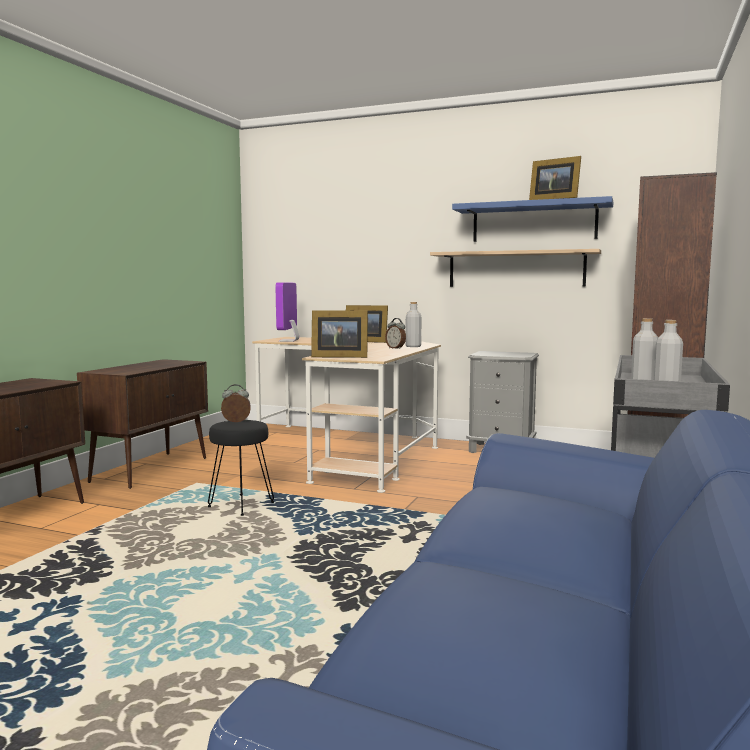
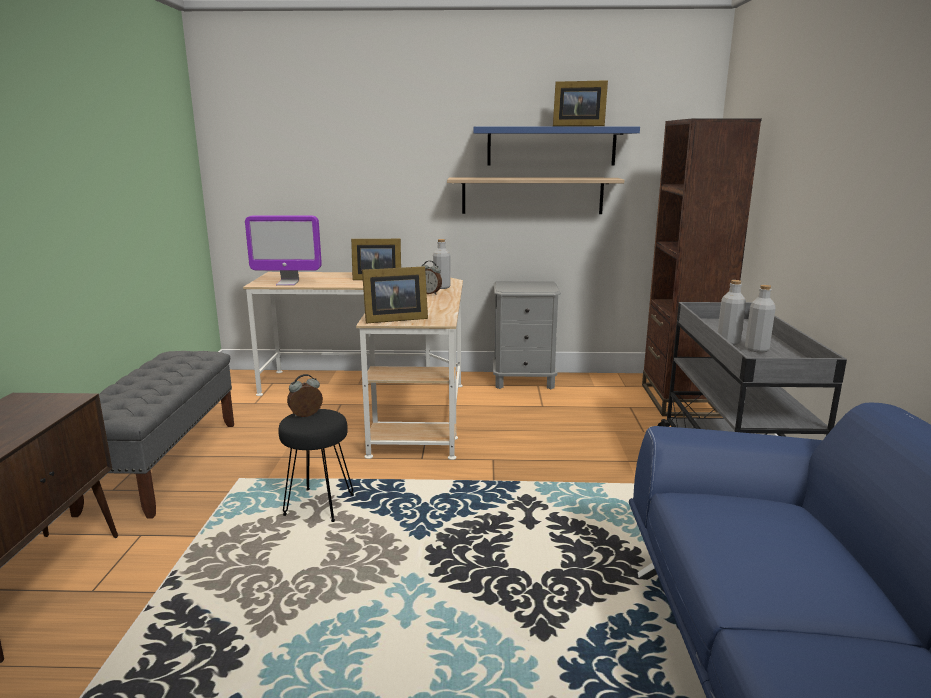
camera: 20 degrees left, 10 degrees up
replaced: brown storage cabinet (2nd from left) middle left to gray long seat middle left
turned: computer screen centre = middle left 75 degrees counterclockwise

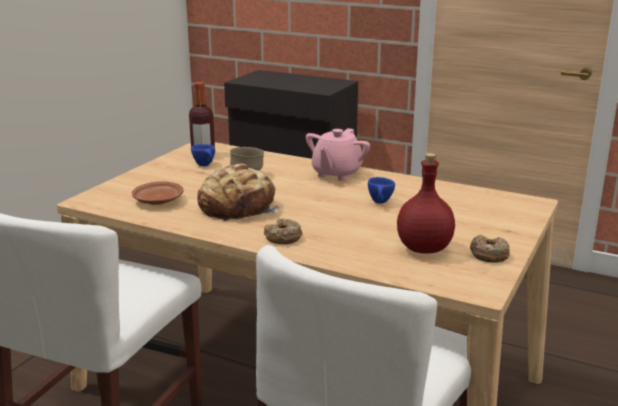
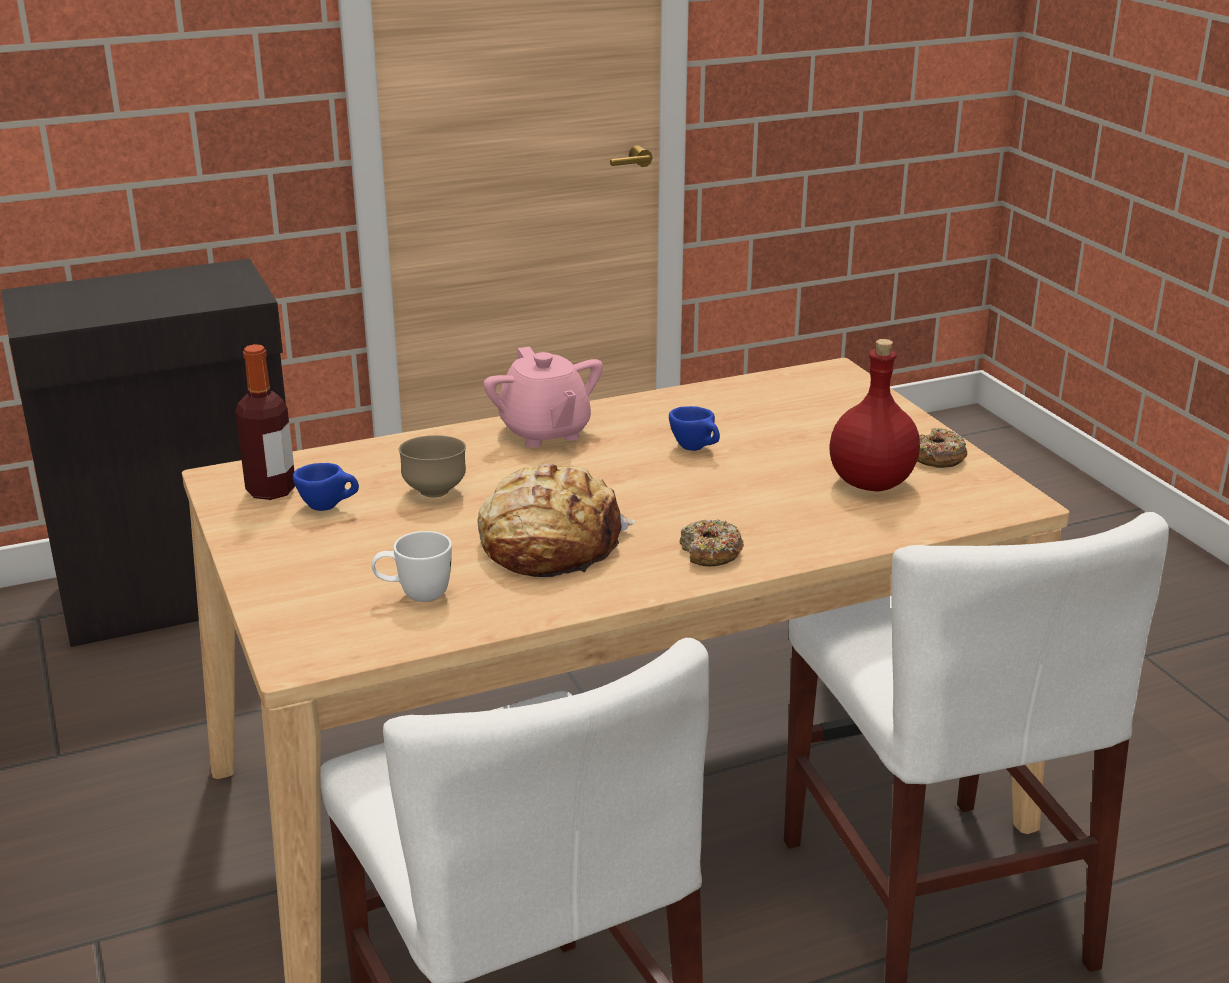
camera: 50 degrees left, 5 degrees up
replaced: brown dinner plate middle left to whitish mug centre

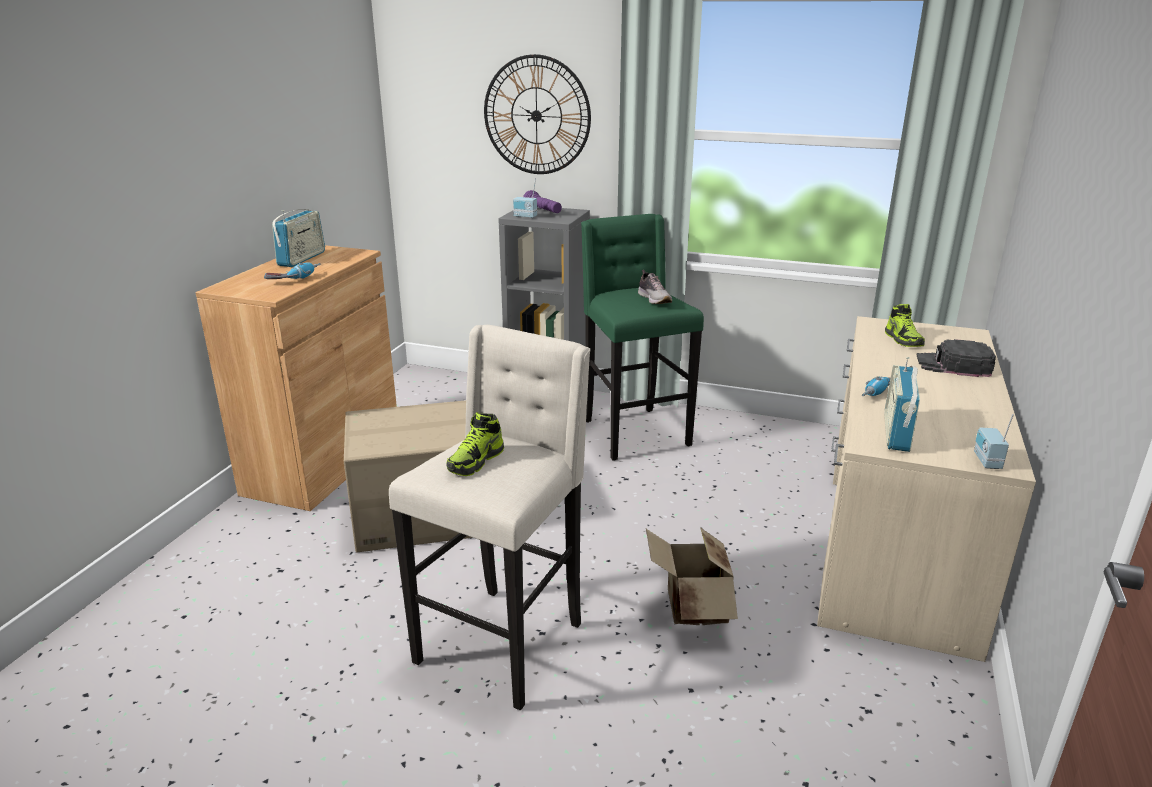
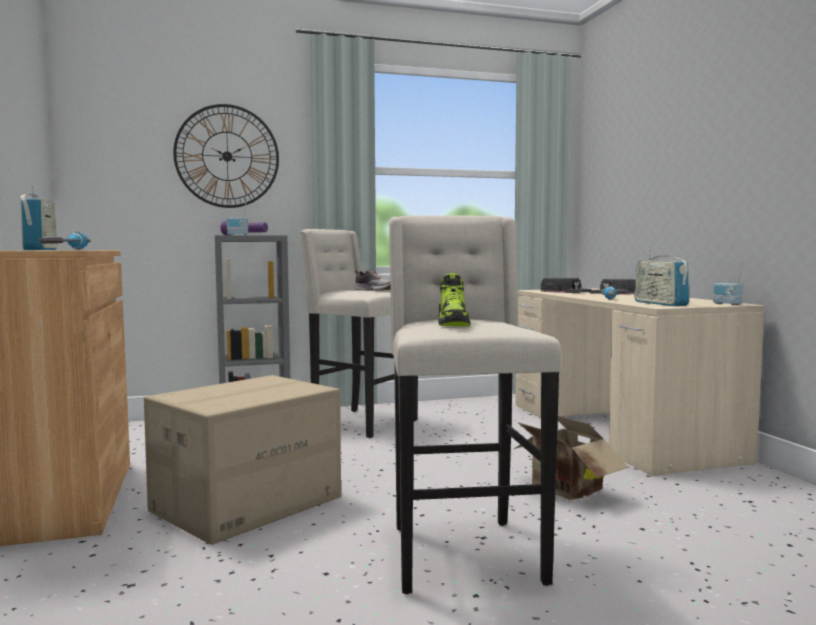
camera: 35 degrees left, 20 degrees down
replaced: item of footwear (3rd from left) middle right to blackish peaked cap (1st from left) middle right
recoloured: green sitting stool centre to sand-coloured sitting stool (1st from left) centre

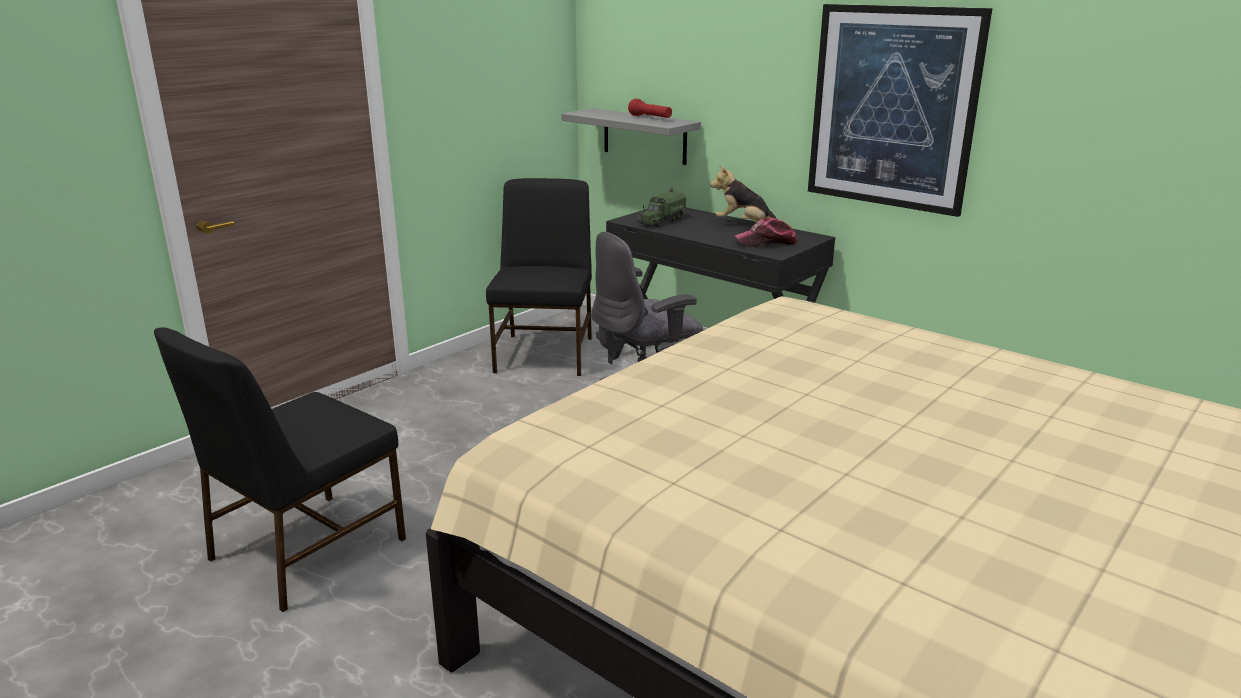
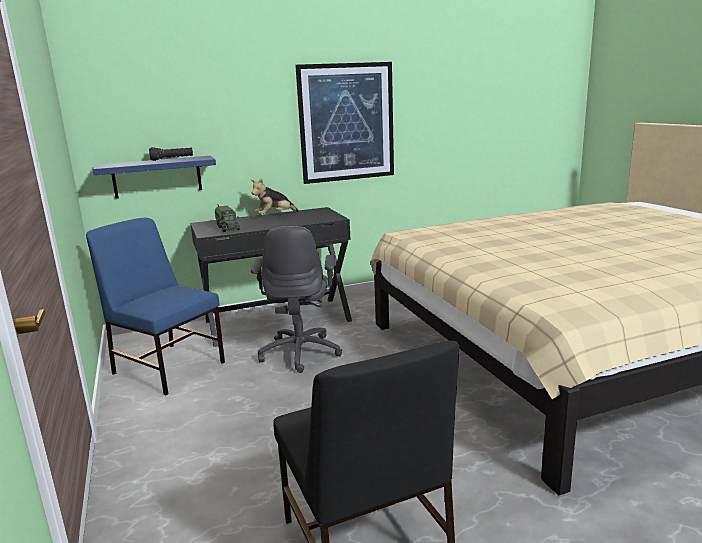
camera: 60 degrees left, 5 degrees down
removed: peaked cap top centre
recoloured: blackish chair (2nd from left) centre to blue chair middle left; gray wall shelf top centre to blue wall shelf top left; red-coloured flashlight top centre to blackish flashlight top left

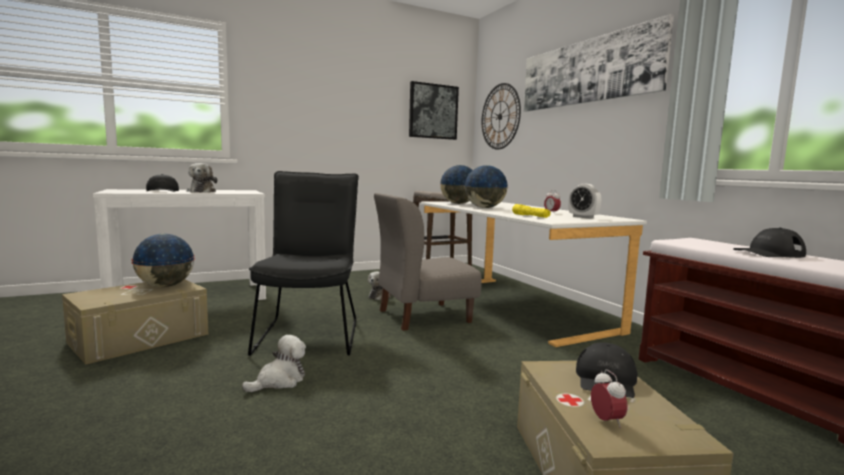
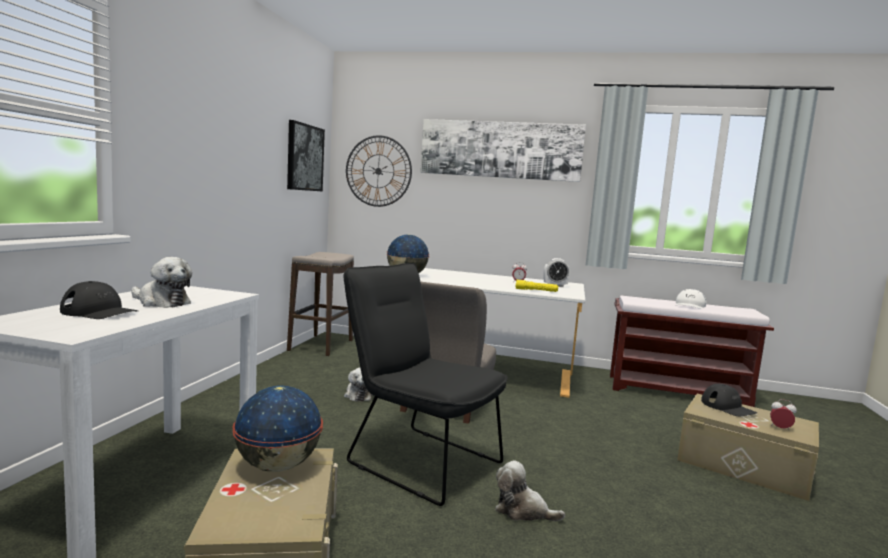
camera: 50 degrees left, 0 degrees up
removed: desk globe (3rd from left) centre
recoloured: blackish peaked cap (3rd from left) middle right to whitish peaked cap middle right
turned: cuddly toy (2nd from left in the first image) bottom left = bottom centre 60 degrees counterclockwise

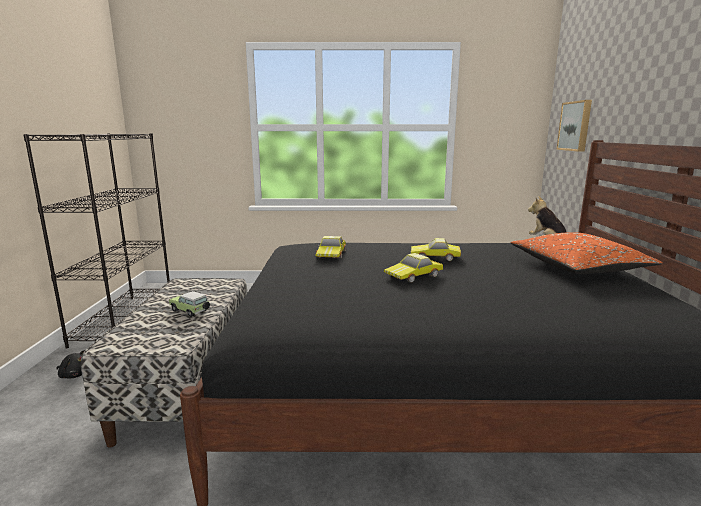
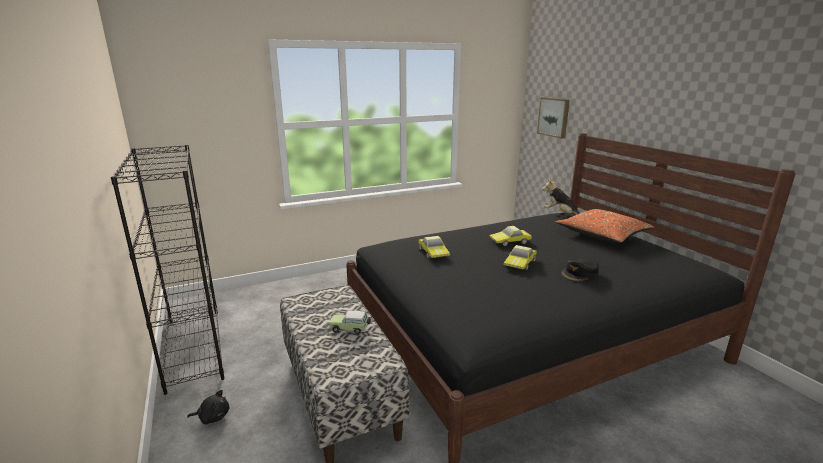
camera: 25 degrees left, 5 degrees up
added: blackish peaked cap middle right

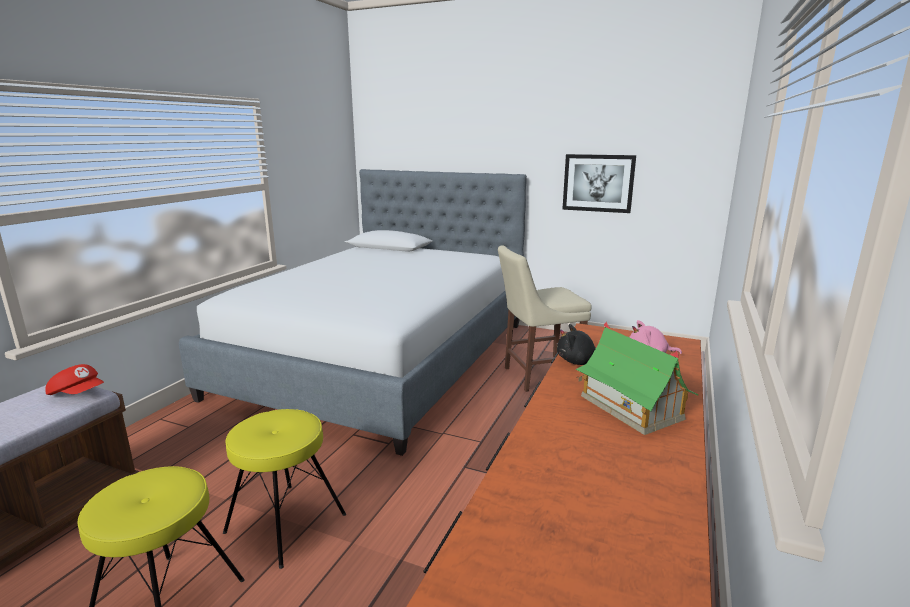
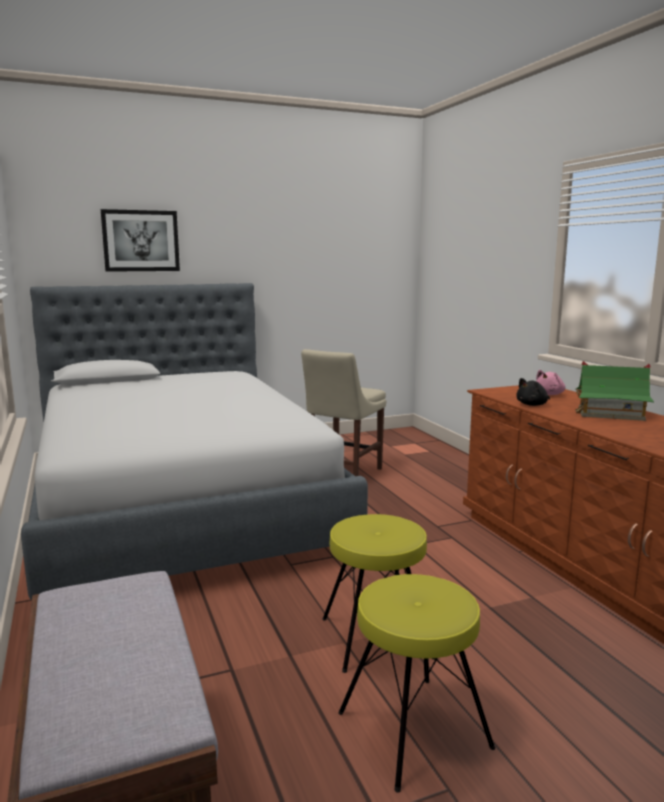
camera: 45 degrees left, 5 degrees down
removed: red-coloured peaked cap middle left
moved: wall picture top centre to top left

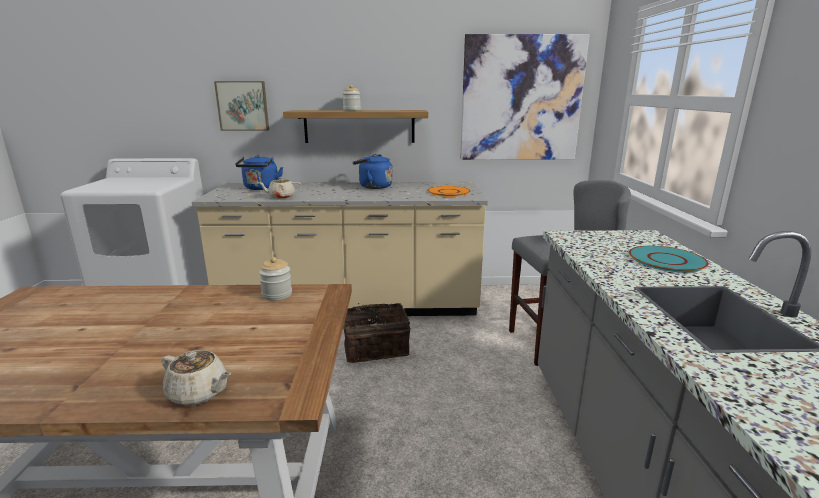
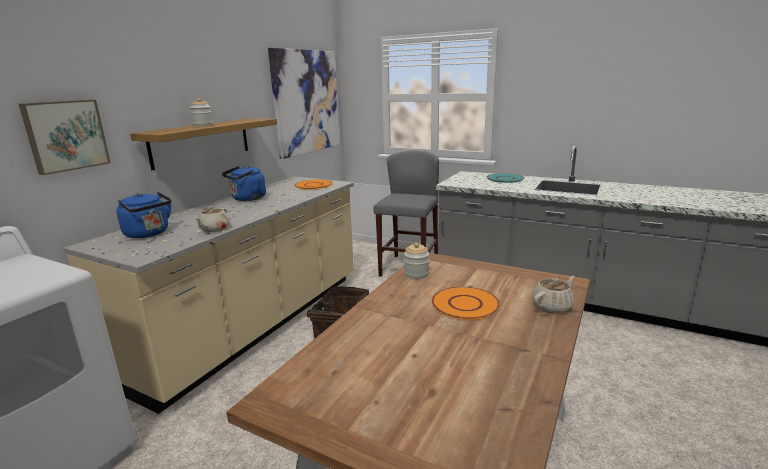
camera: 60 degrees left, 0 degrees up
added: orange-coloured dinner plate (2nd from left) centre

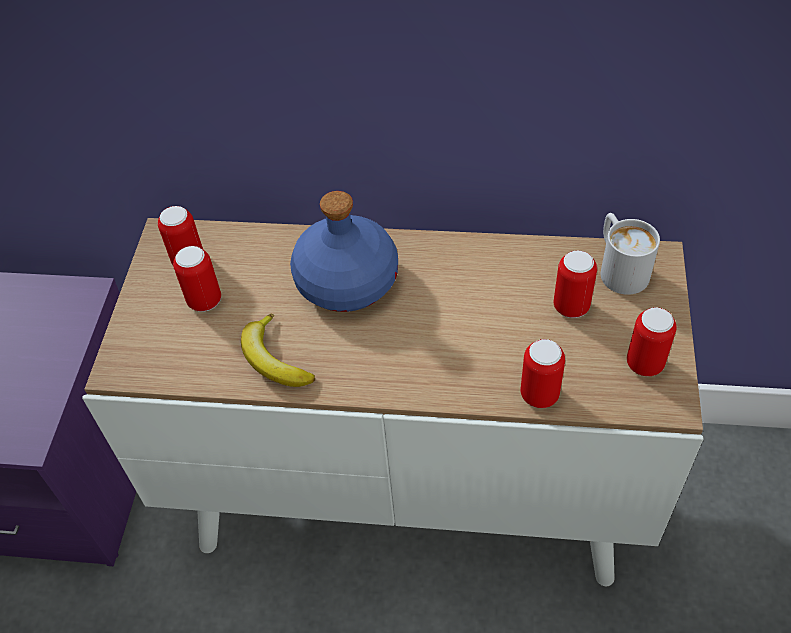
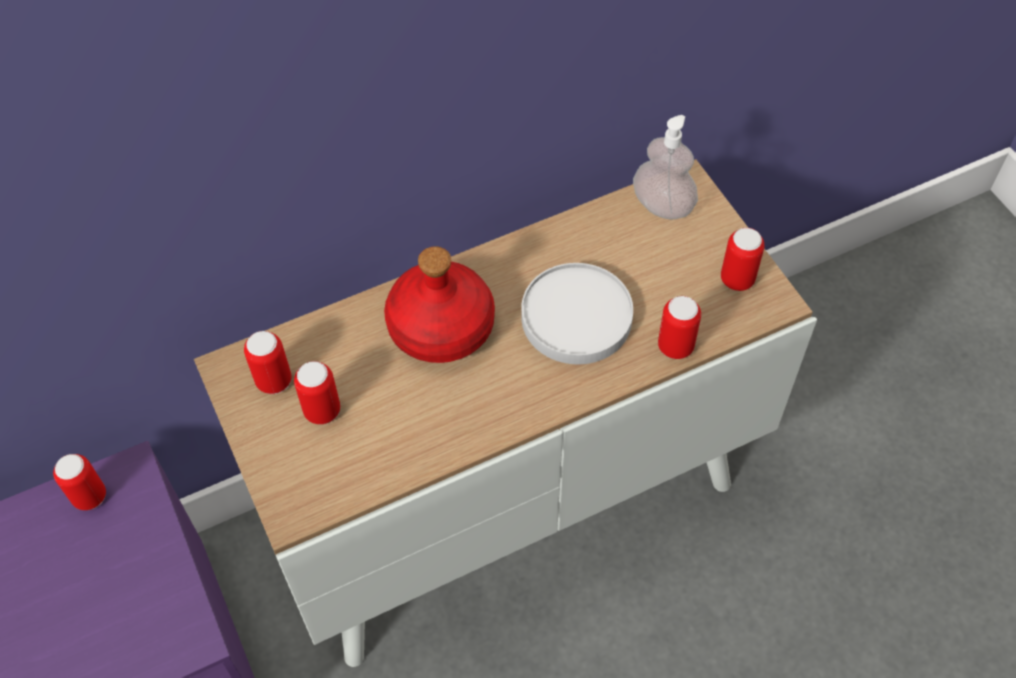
camera: 35 degrees left, 5 degrees up
removed: banana fruit centre
added: whitish dinner plate centre
moved: sealed can (4th from left in the first image) middle right to sealed can (1st from left) bottom left
replaced: whitish mug middle right to soap bottle top centre
recoloured: blue bottle centre to red-coloured bottle centre

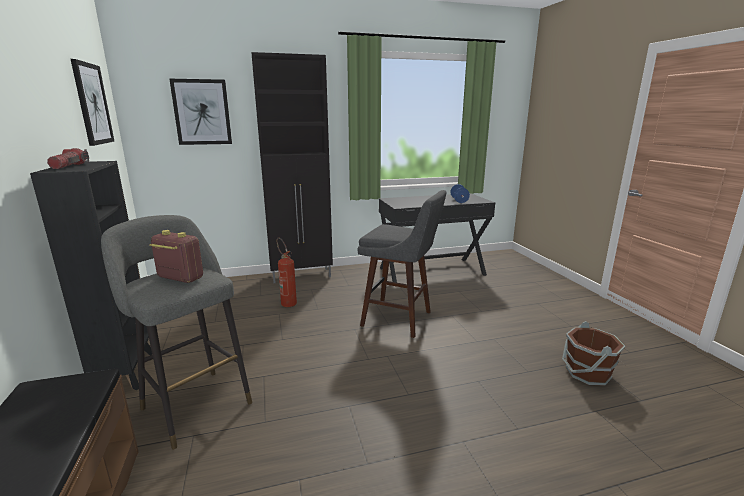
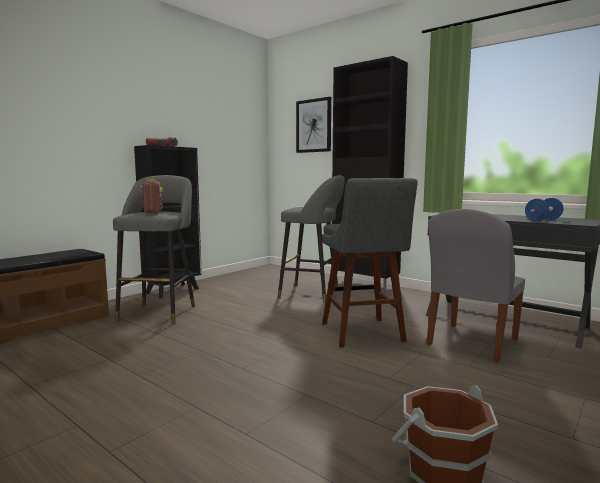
camera: 55 degrees right, 10 degrees down
removed: wall picture (1st from left) top left
added: gray chair middle right
replaced: extinguisher centre to gray sitting stool (2nd from left) centre

